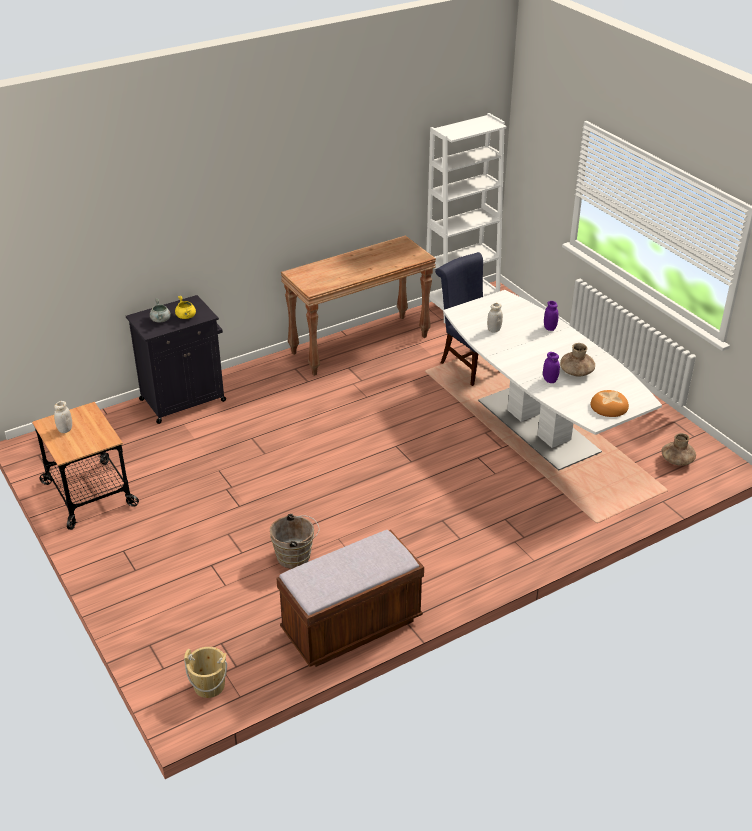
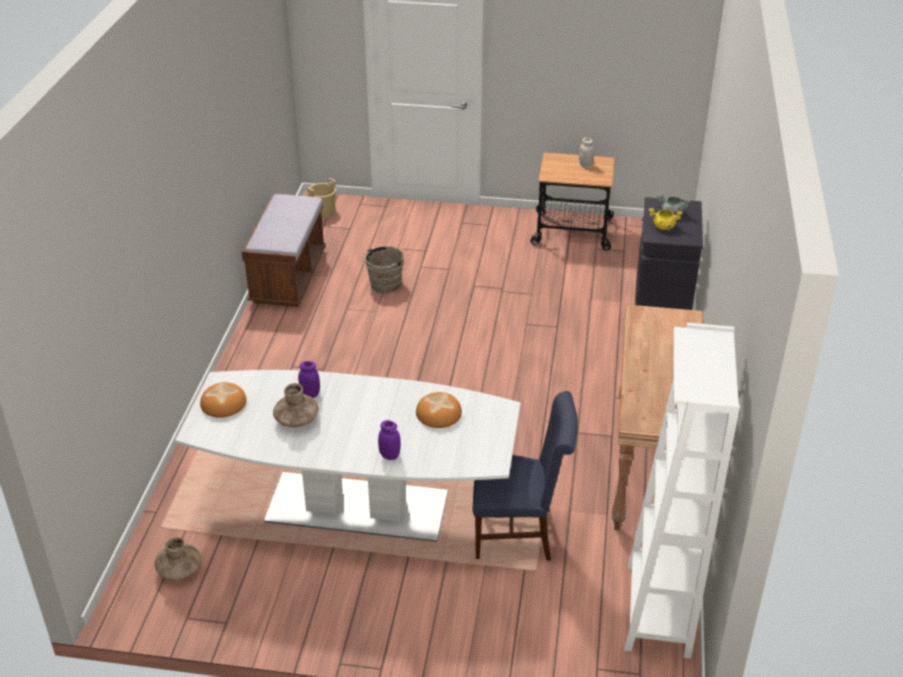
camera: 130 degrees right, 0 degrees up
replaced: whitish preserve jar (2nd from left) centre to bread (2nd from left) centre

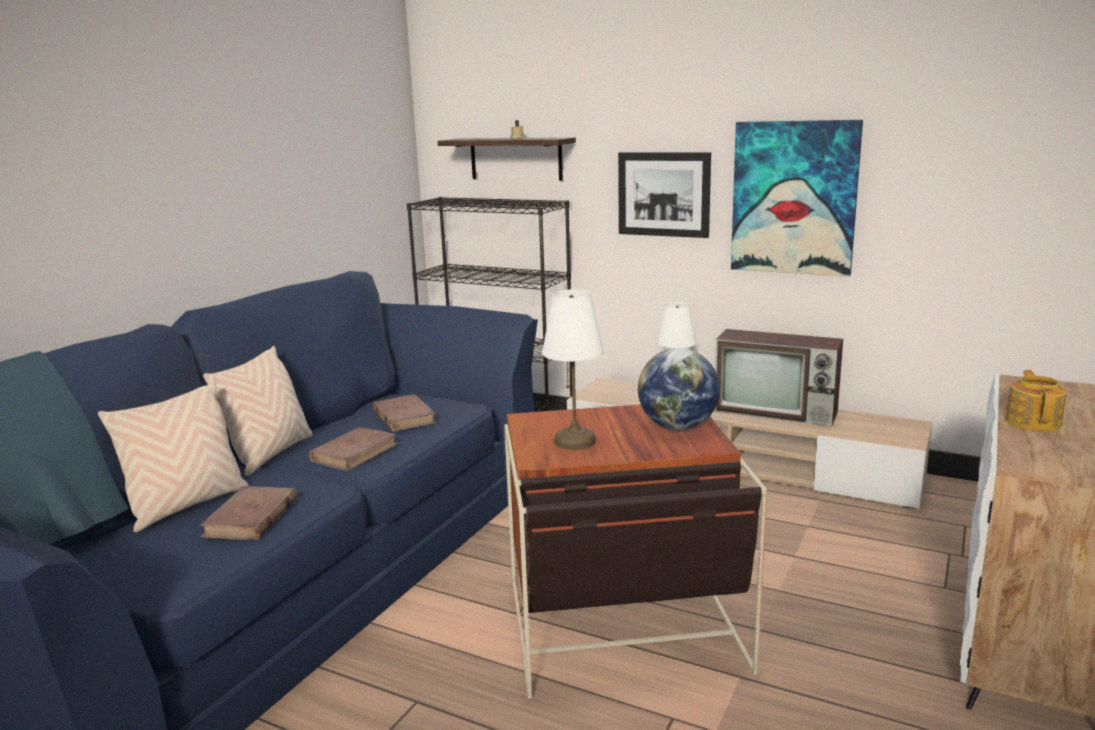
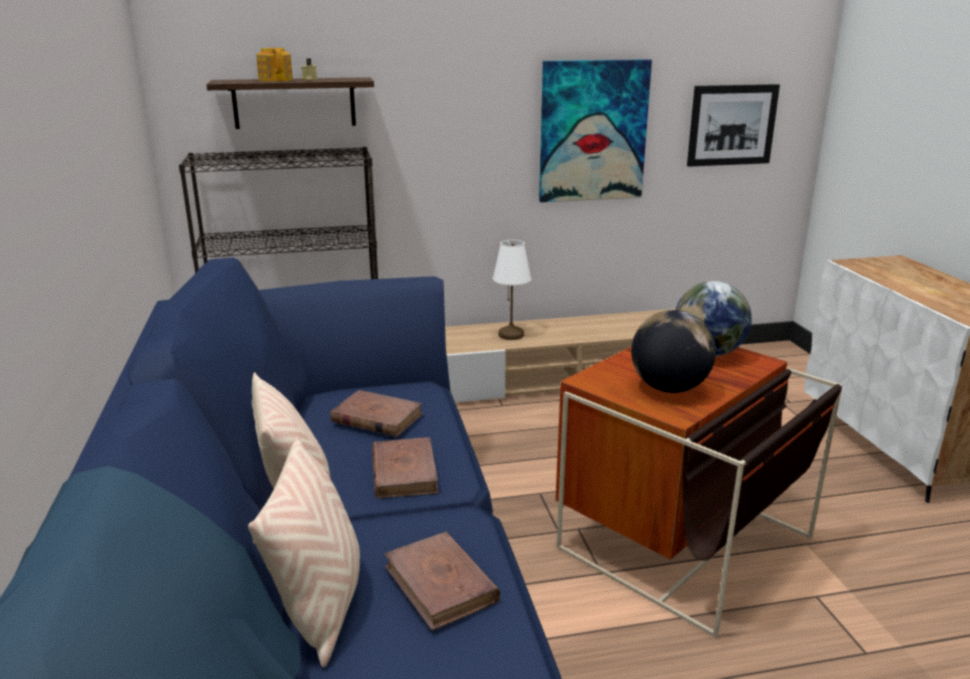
camera: 40 degrees left, 5 degrees up
removed: TV middle right
moved: teapot middle right to top left; wall picture (1st from left in the first image) top centre to wall picture (2nd from left) top right
replaced: whitish table lamp (1st from left) centre to desk globe (1st from left) middle right

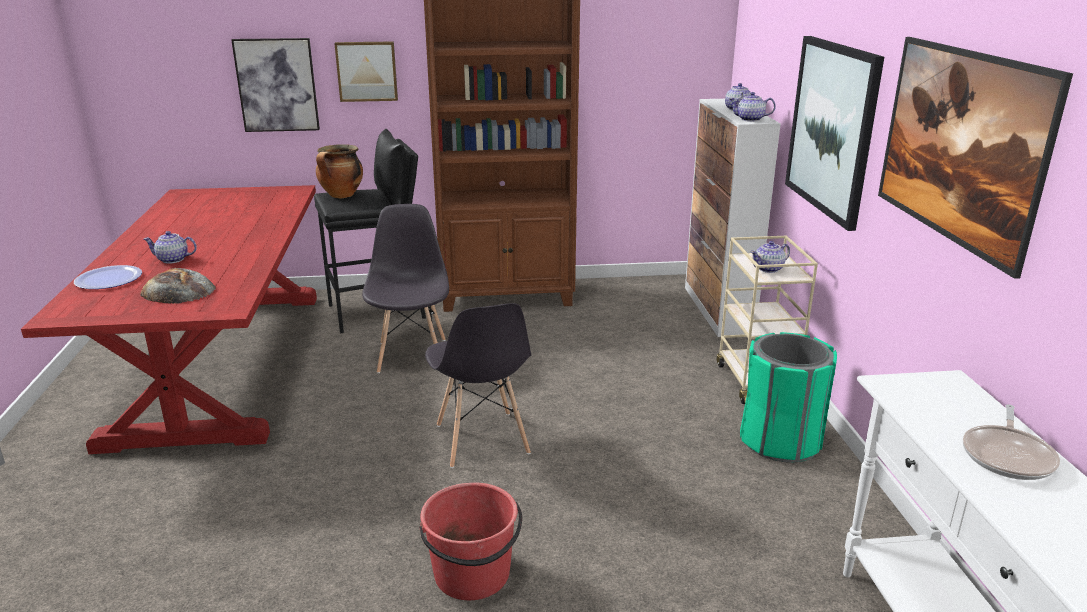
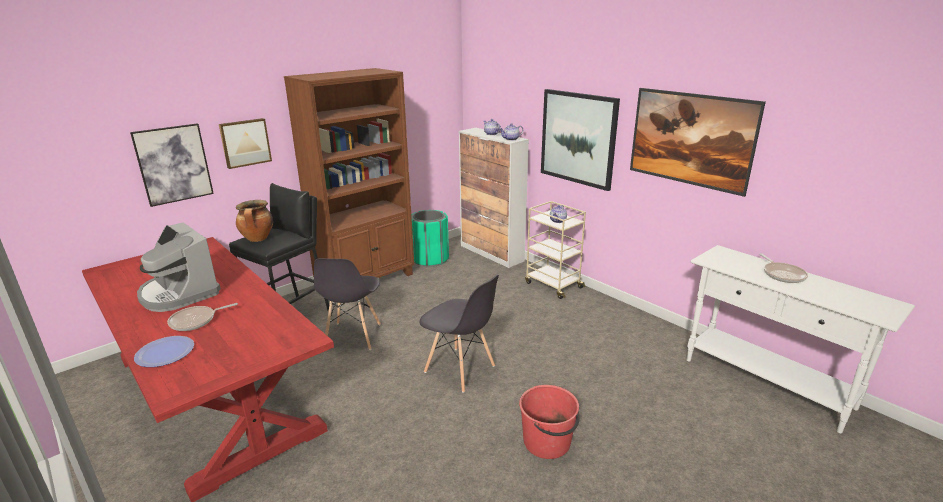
camera: 35 degrees left, 0 degrees up
removed: bread middle left
added: coffee brewer middle left
moved: green rubbish bin middle right to centre
replaced: teapot (1st from left) middle left to pan (1st from left) middle left
turned: gray chair (1st from left) centre = centre 135 degrees counterclockwise

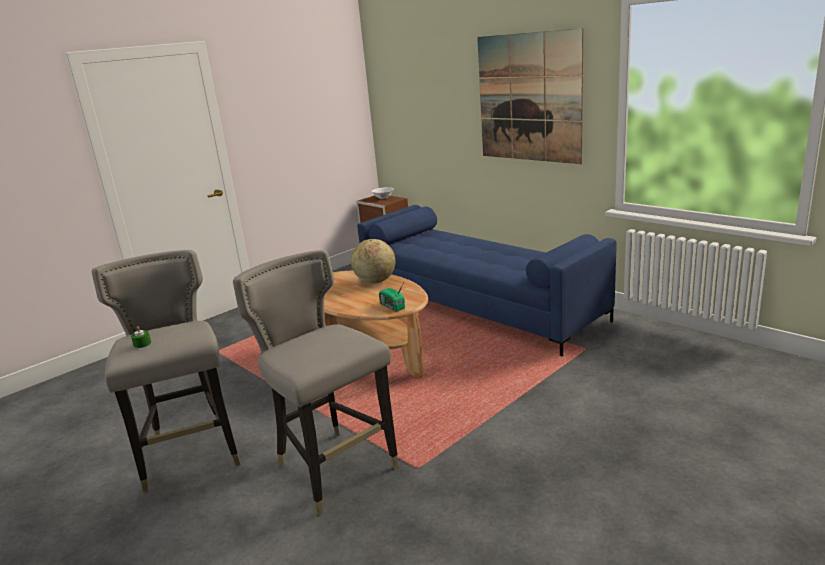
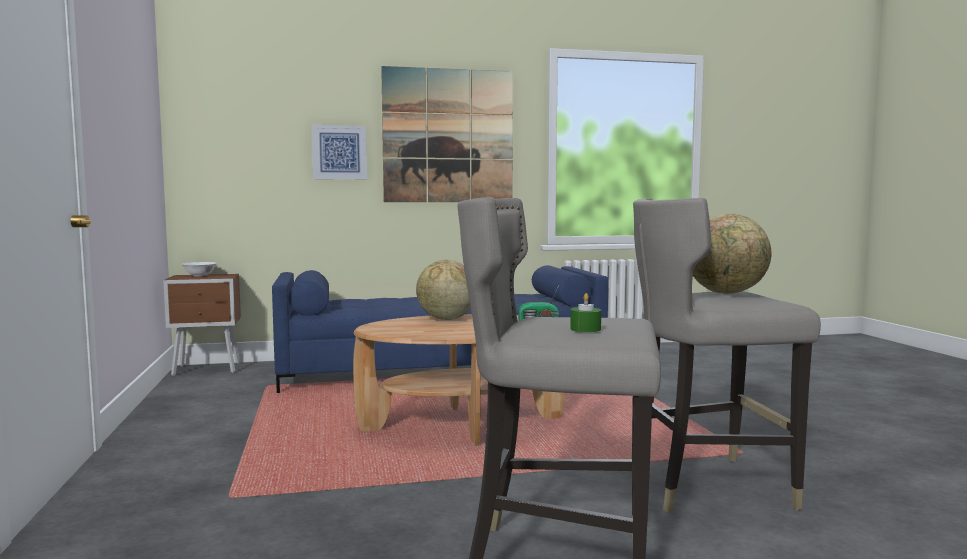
camera: 60 degrees left, 15 degrees down
added: wall picture (1st from left) top centre; desk globe (2nd from left) middle right

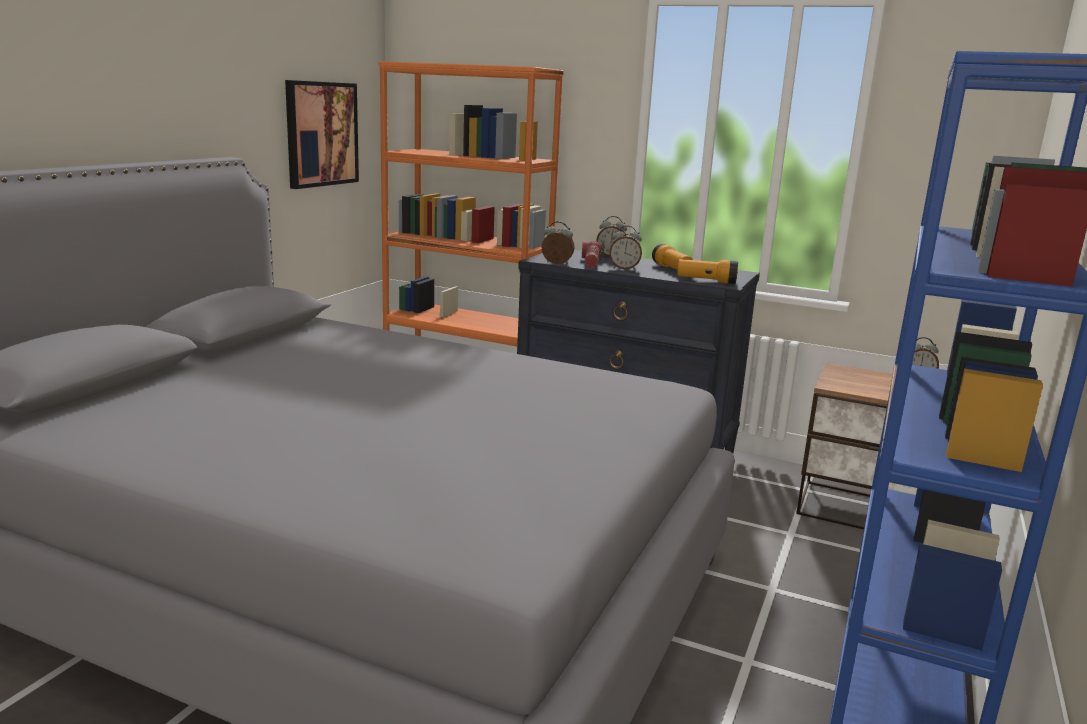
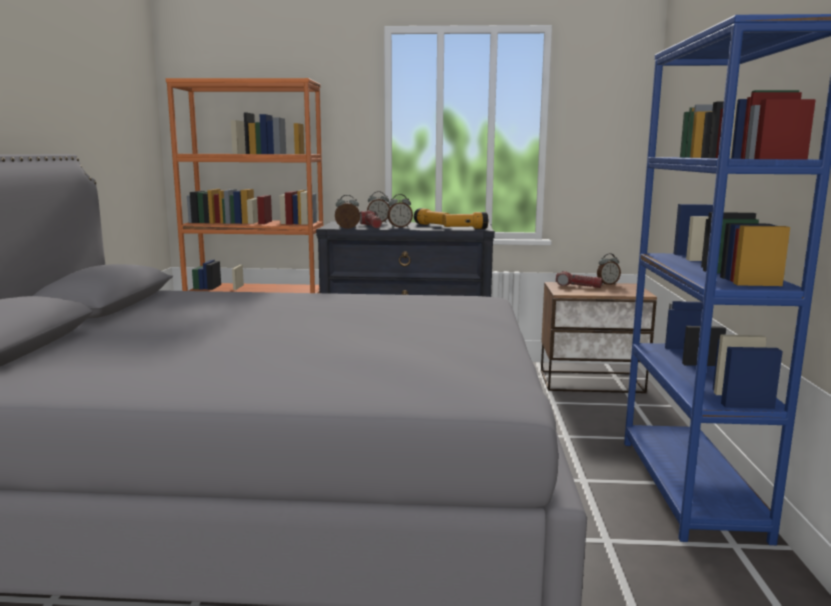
camera: 20 degrees left, 5 degrees down
removed: wall picture top left
added: flashlight (4th from left) middle right

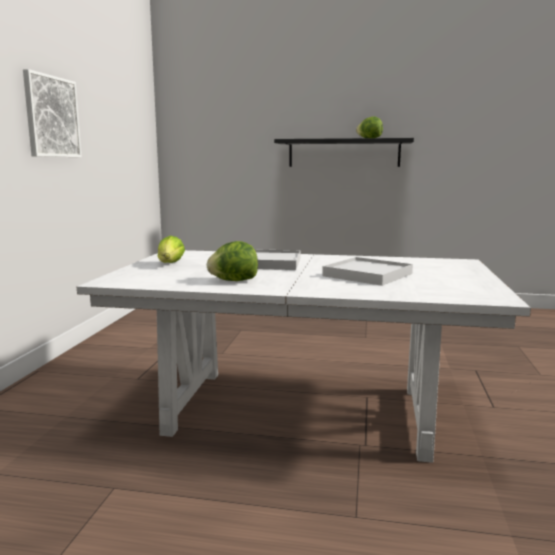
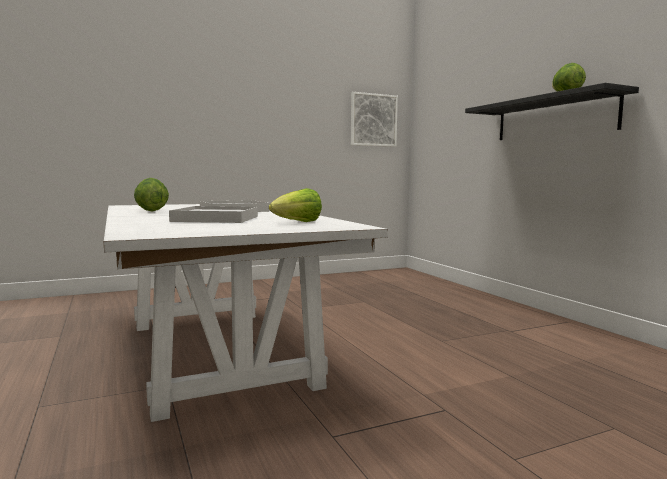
camera: 55 degrees right, 5 degrees down
moved: lettuce head (1st from left in the first image) middle left to lettuce head (2nd from left) centre; wall picture top left to top centre

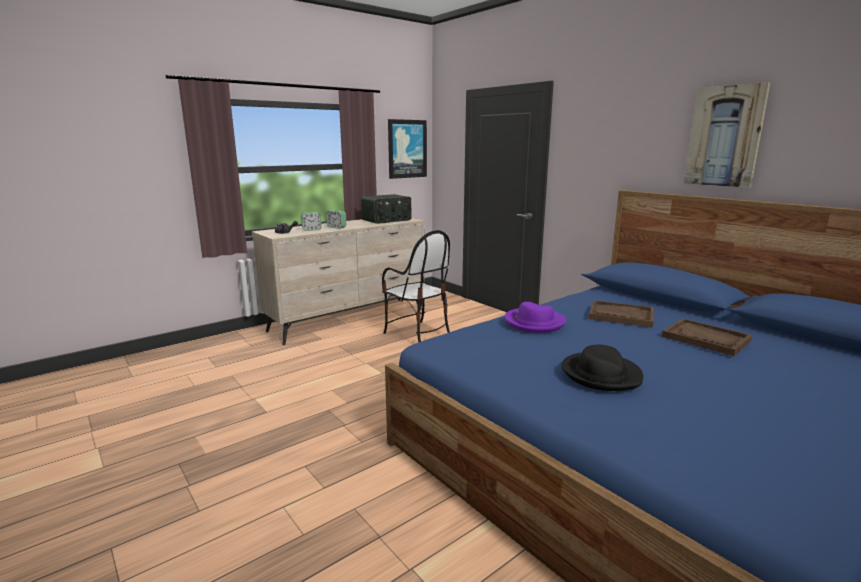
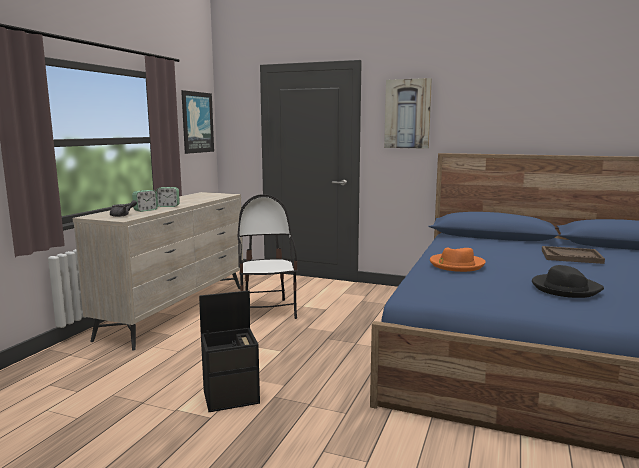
camera: 30 degrees left, 5 degrees down
removed: radio receiver centre; brown carrying tray (1st from left) middle right
added: blackish storage bin bottom centre
moved: wall picture (2nd from left) top right to top centre
recoloured: purplish clothing hat centre to orange-coloured clothing hat middle right
turned: chair centre = centre 120 degrees counterclockwise

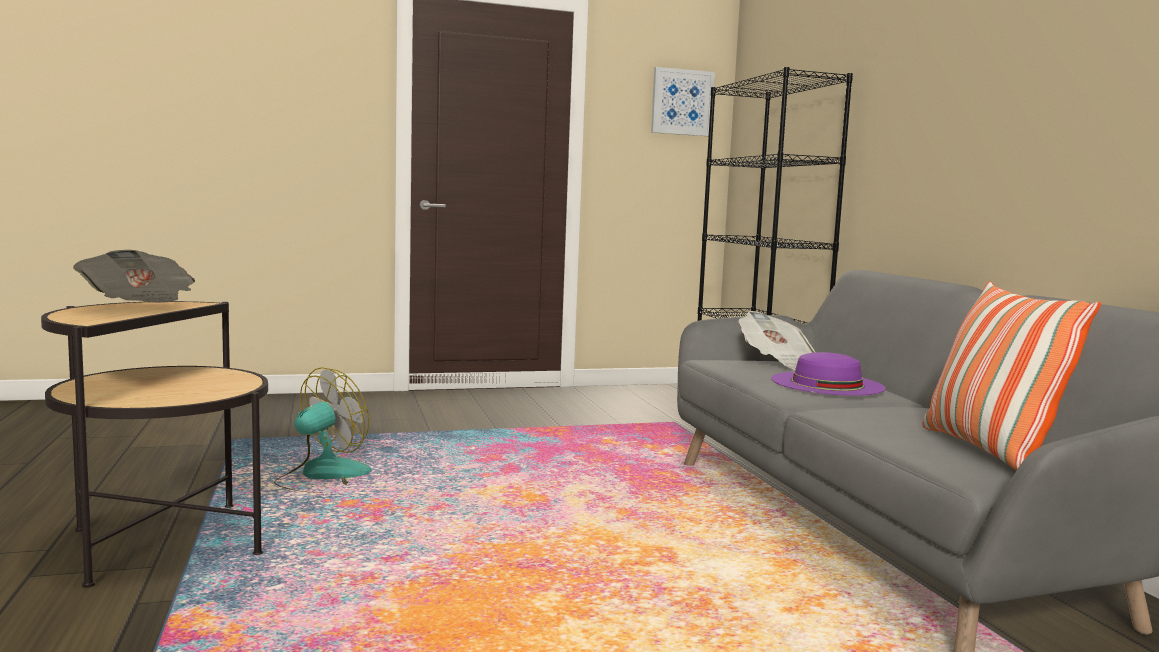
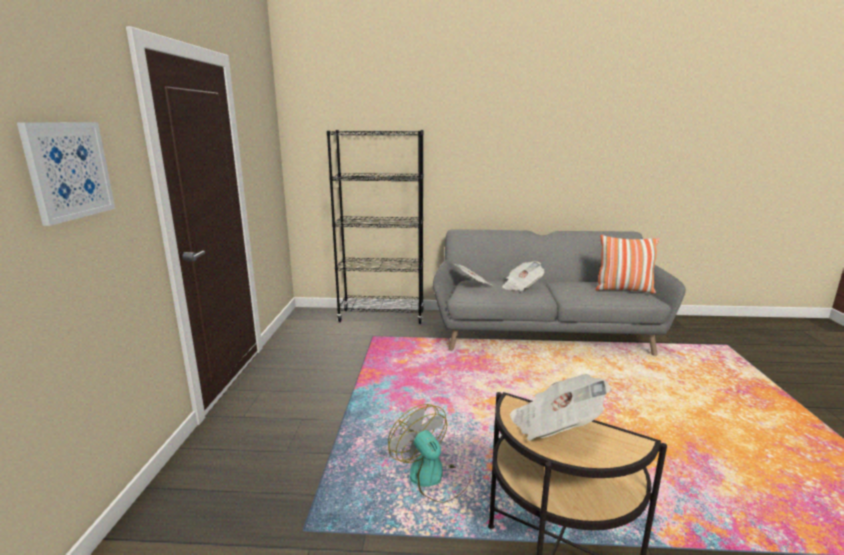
camera: 70 degrees left, 10 degrees up
moved: wall picture top centre to top left
replaced: purplish clothing hat middle right to daily paper (2nd from left) centre

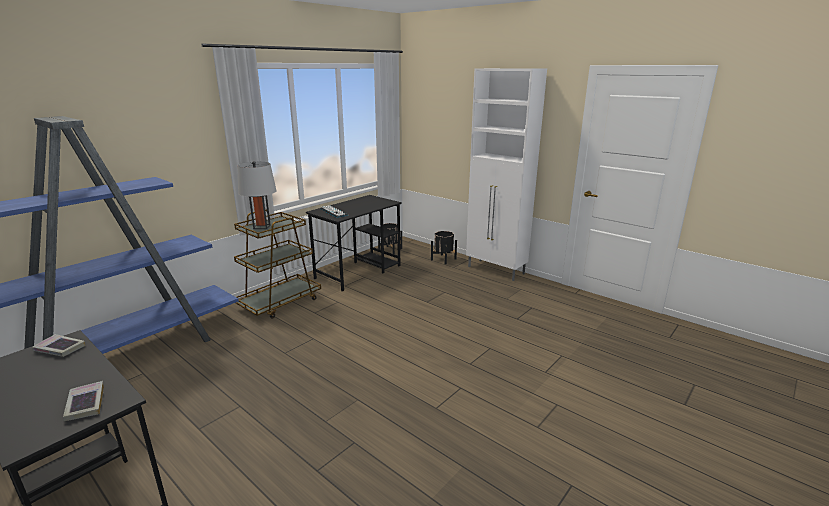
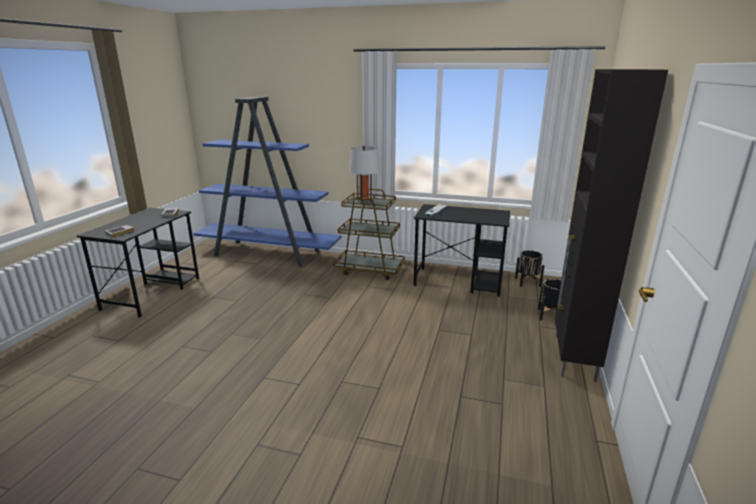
camera: 65 degrees right, 0 degrees up
recoloured: whitish storage cabinet centre to blackish storage cabinet middle right

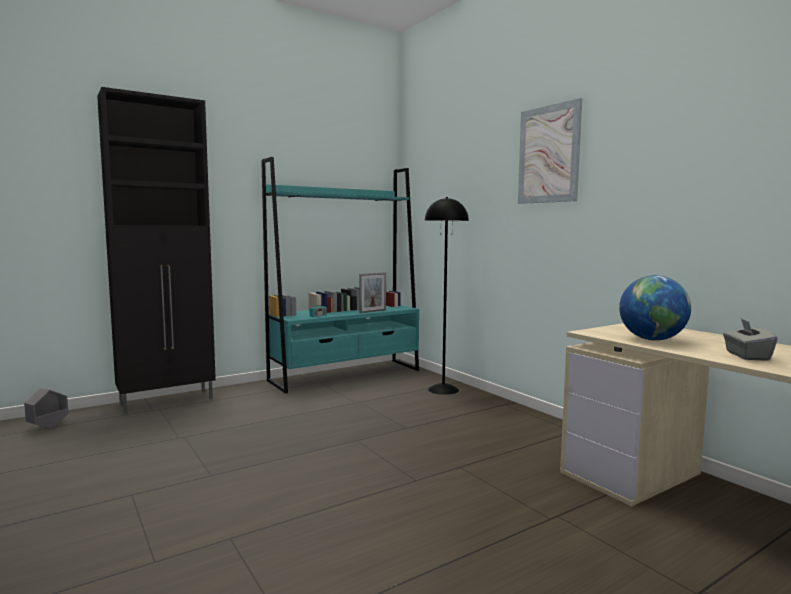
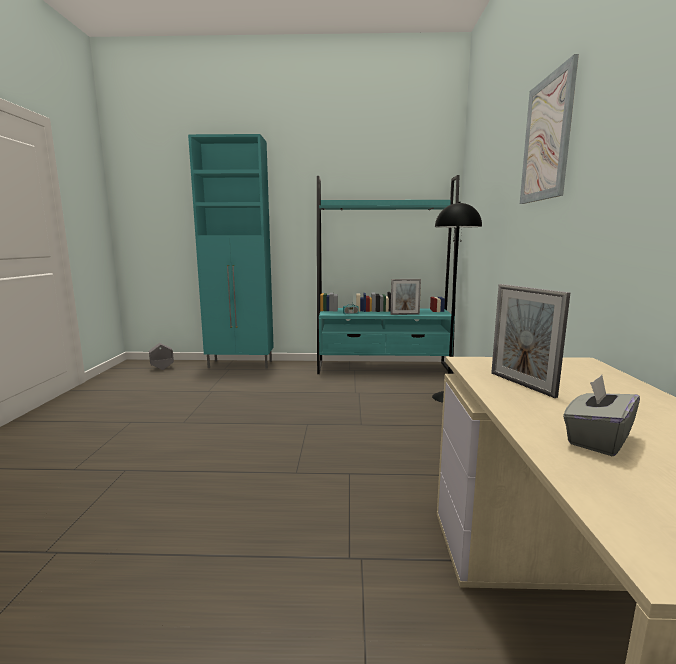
camera: 35 degrees right, 5 degrees up
replaced: desk globe middle right to picture frame (2nd from left) middle right
recoloured: blackish storage cabinet middle left to turquoise storage cabinet centre

